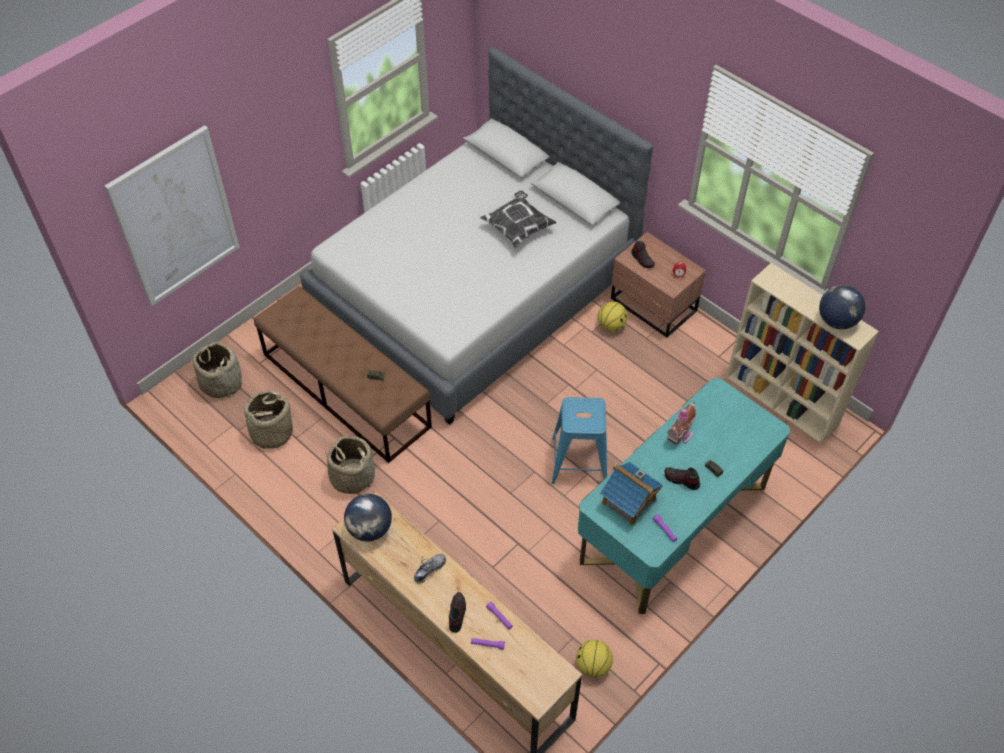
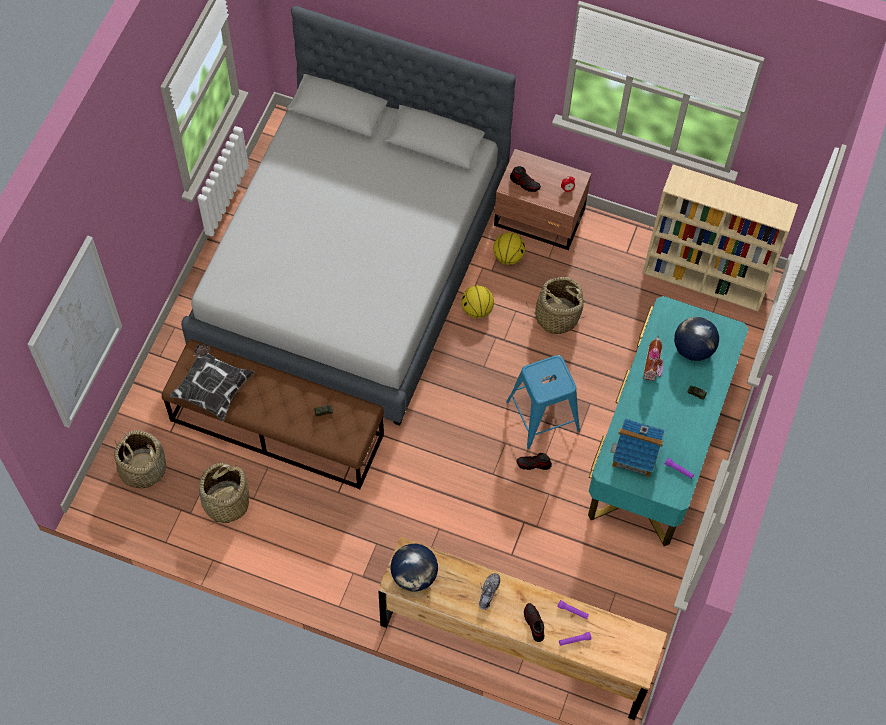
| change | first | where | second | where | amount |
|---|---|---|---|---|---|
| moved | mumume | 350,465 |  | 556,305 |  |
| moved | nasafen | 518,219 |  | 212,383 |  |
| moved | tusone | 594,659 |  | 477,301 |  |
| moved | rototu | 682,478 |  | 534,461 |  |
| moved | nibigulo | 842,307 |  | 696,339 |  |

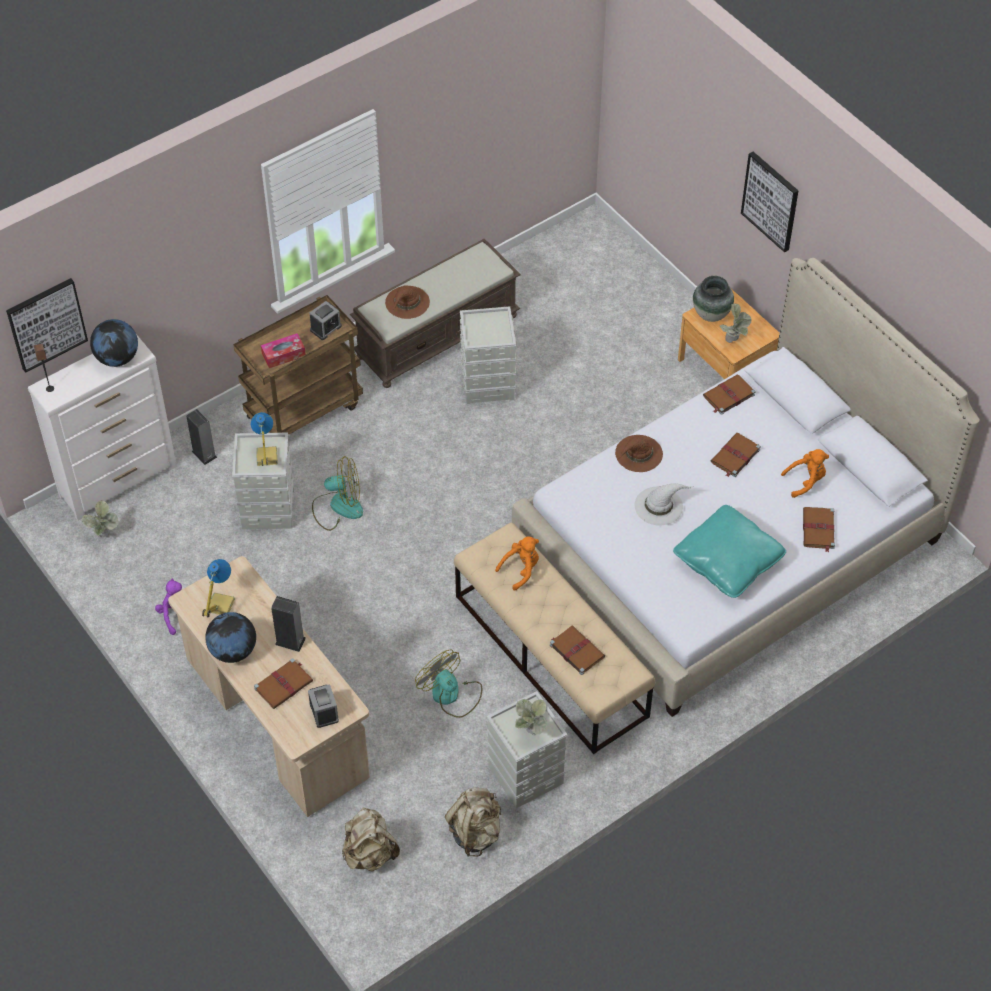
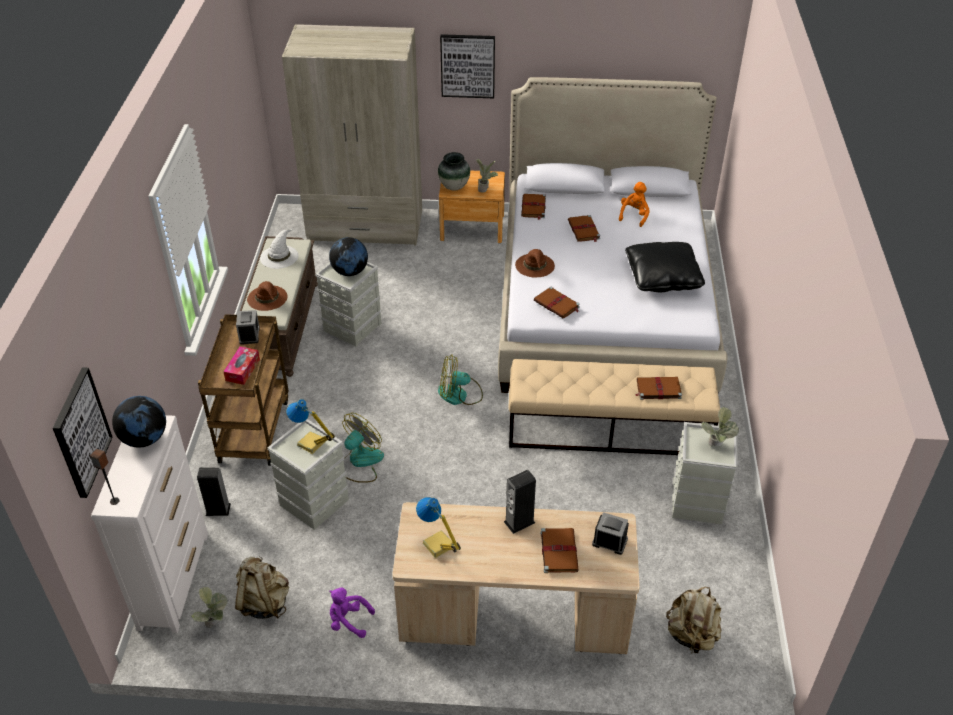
| change | first | where | second | where | amount |
|---|---|---|---|---|---|
| removed | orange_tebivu | 517,563 |  |  |  |
| added |  |  | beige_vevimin | 352,134 |  |
| moved | nibigulo | 230,637 |  | 348,256 |  |
| moved | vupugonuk | 448,684 |  | 460,379 |  |
| moved | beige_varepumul | 473,822 |  | 262,587 |  |
| moved | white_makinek | 664,504 |  | 279,248 |  |
| moved | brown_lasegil | 819,529 |  | 557,302 |  |
| recoloured | turquoise_nasafen | 729,551 | black_nasafen | 665,267 |  |

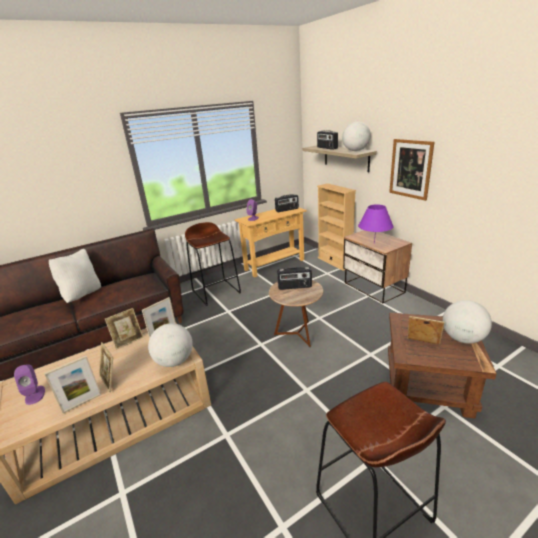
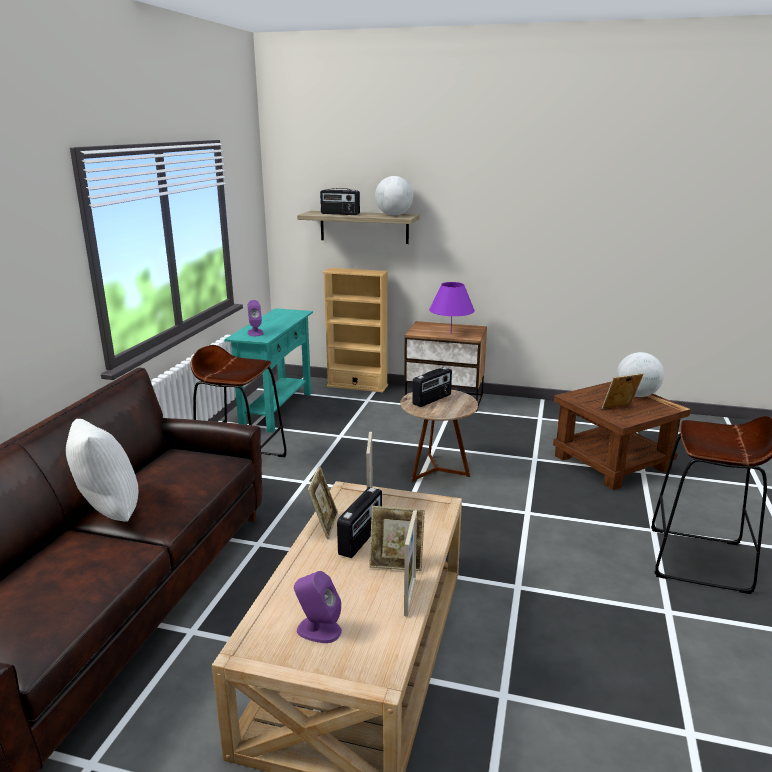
| change | first | where | second | where | amount |
|---|---|---|---|---|---|
| removed | nibigulo | 170,345 |  |  |  |
| removed | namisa | 412,170 |  |  |  |
| moved | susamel | 287,203 |  | 359,522 |  |
| recoloured | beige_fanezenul | 270,243 | turquoise_fanezenul | 268,370 |  |

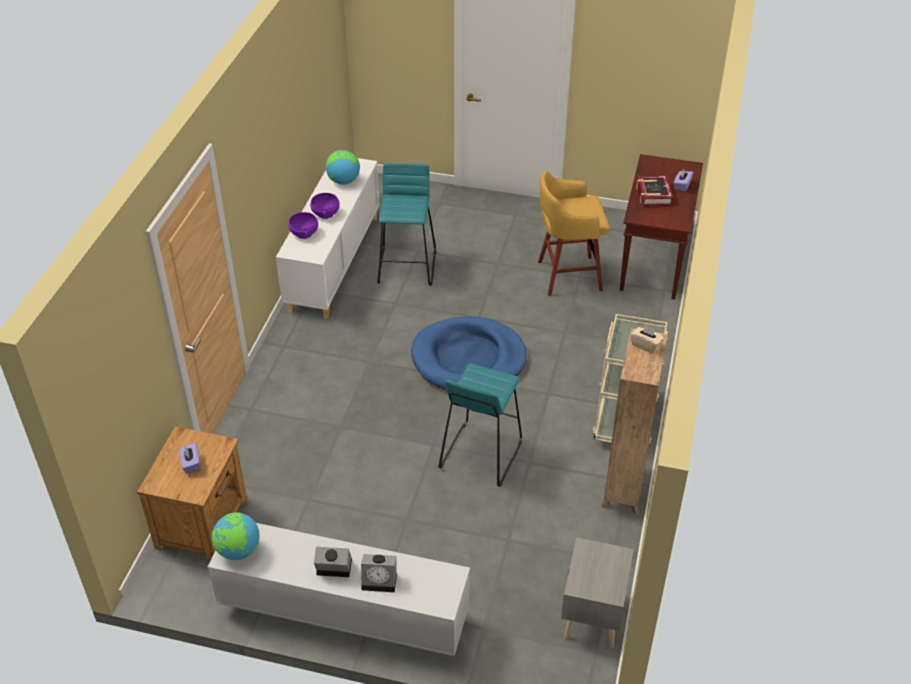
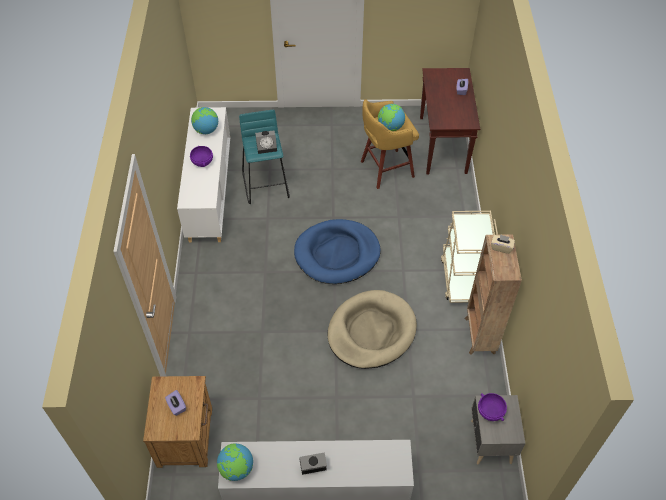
| change | first | where | second | where | amount |
|---|---|---|---|---|---|
| removed | lasegil | 655,191 |  |  |  |
| added |  |  | nibigulo | 391,117 |  |
| moved | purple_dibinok | 303,225 |  | 492,407 |  |
| moved | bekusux | 379,573 |  | 266,142 |  |
| replaced | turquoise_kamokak | 480,425 | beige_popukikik | 372,329 |  |

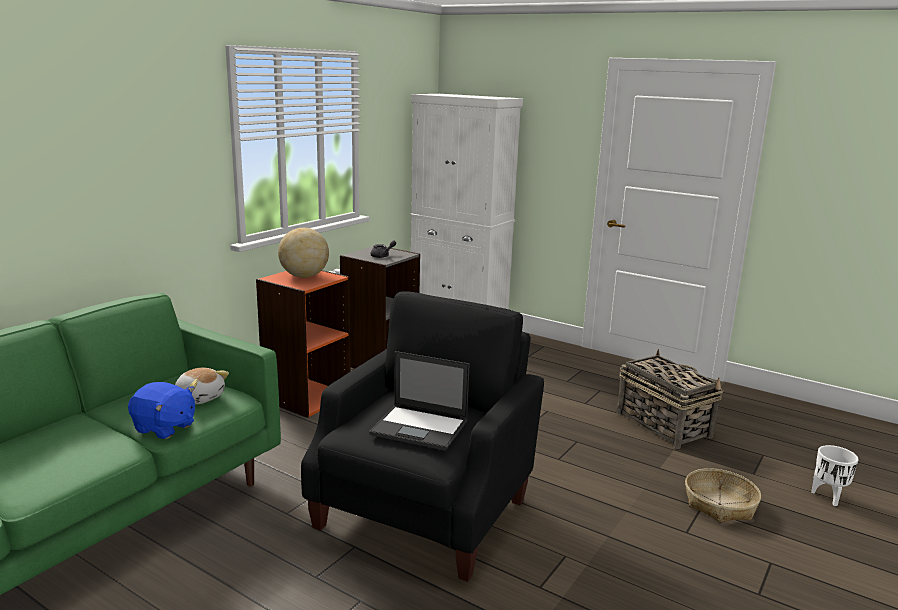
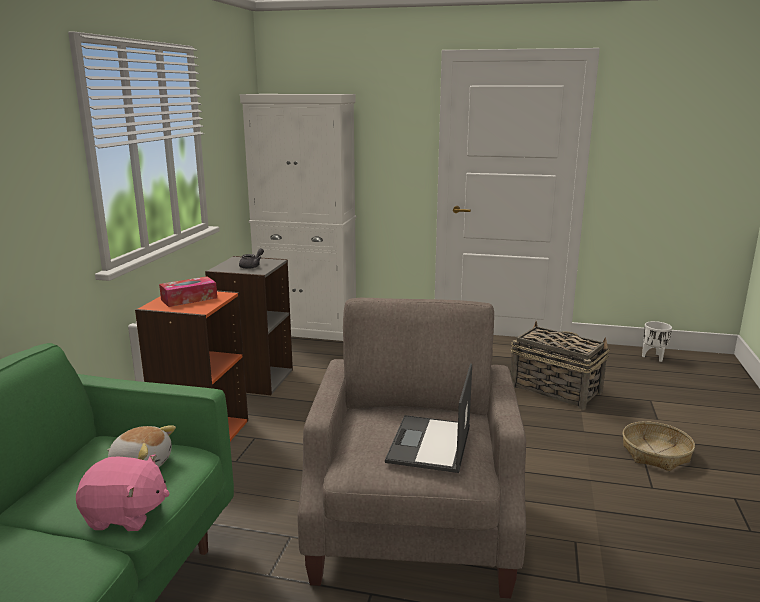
| change | first | where | second | where | amount |
|---|---|---|---|---|---|
| moved | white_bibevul | 835,475 |  | 657,341 |  |
| replaced | nibigulo | 303,253 | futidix | 188,291 |  |
| recoloured | blue_tebivu | 161,410 | pink_tebivu | 123,492 |  |
| recoloured | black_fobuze | 422,436 | beige_fobuze | 411,448 |  |
| turned | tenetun | 419,401 |  | 428,418 | 105 degrees clockwise |

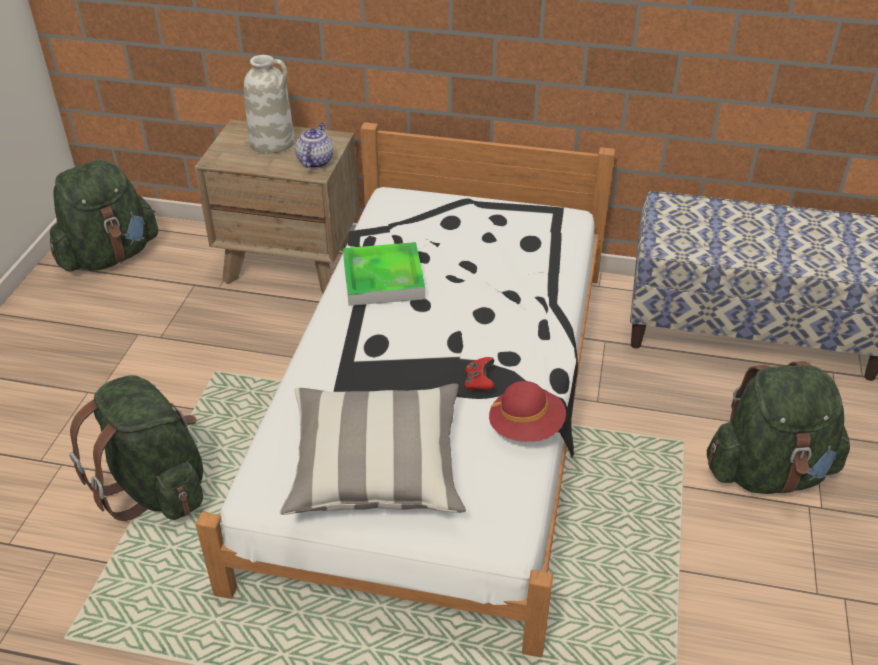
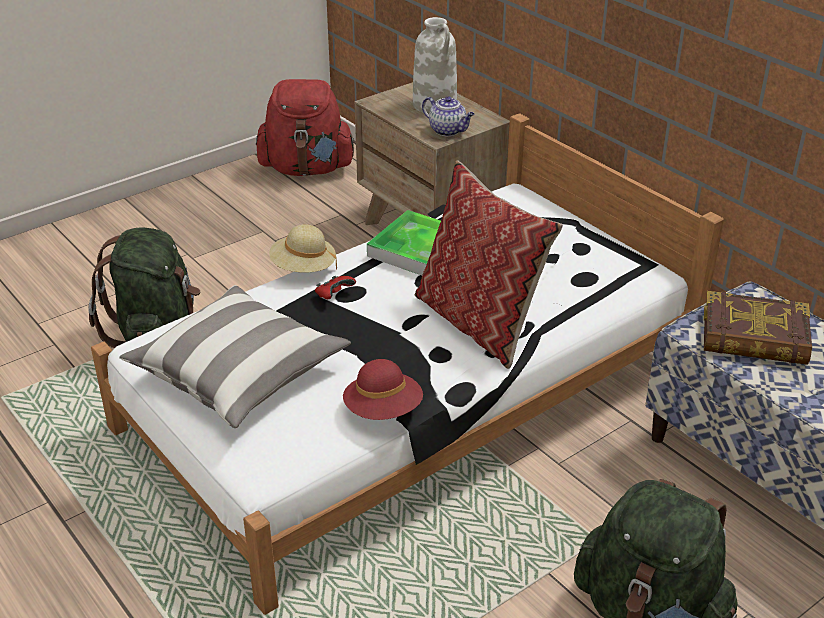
| change | first | where | second | where | amount |
|---|---|---|---|---|---|
| added |  |  | beige_makinek | 303,248 |  |
| added |  |  | nasafen | 489,264 |  |
| added |  |  | lasegil | 758,328 |  |
| moved | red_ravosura | 479,374 |  | 335,287 |  |
| recoloured | green_varepumul | 104,215 | red_varepumul | 306,127 |  |
| turned | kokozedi | 314,145 |  | 448,116 | 75 degrees clockwise |

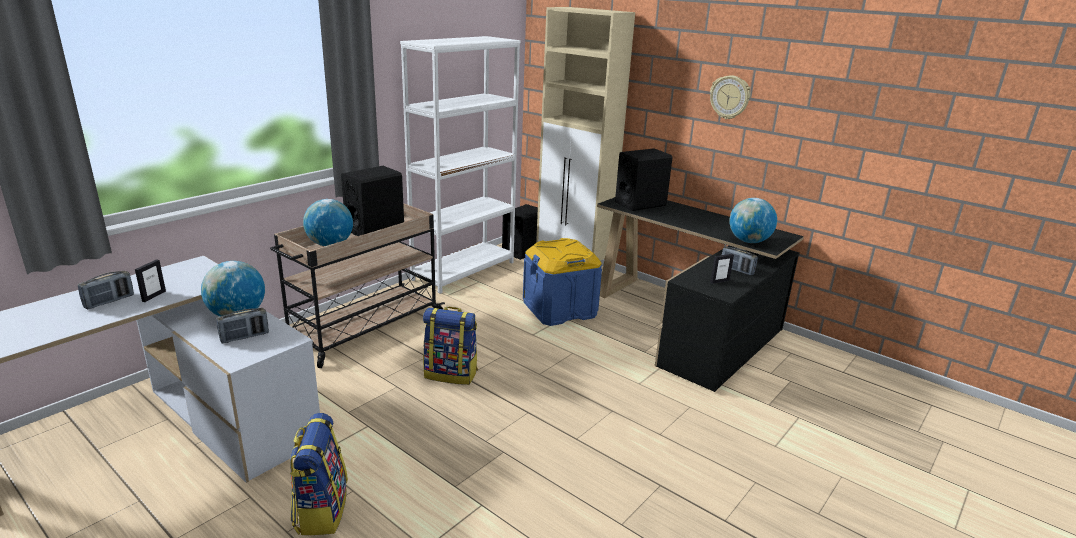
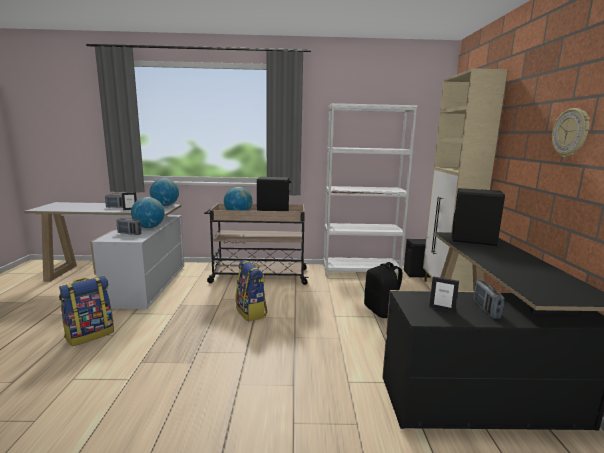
| change | first | where | second | where | amount |
|---|---|---|---|---|---|
| moved | nibigulo | 753,220 |  | 164,192 |  |
| replaced | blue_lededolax | 562,282 | black_varepumul | 383,290 |  |

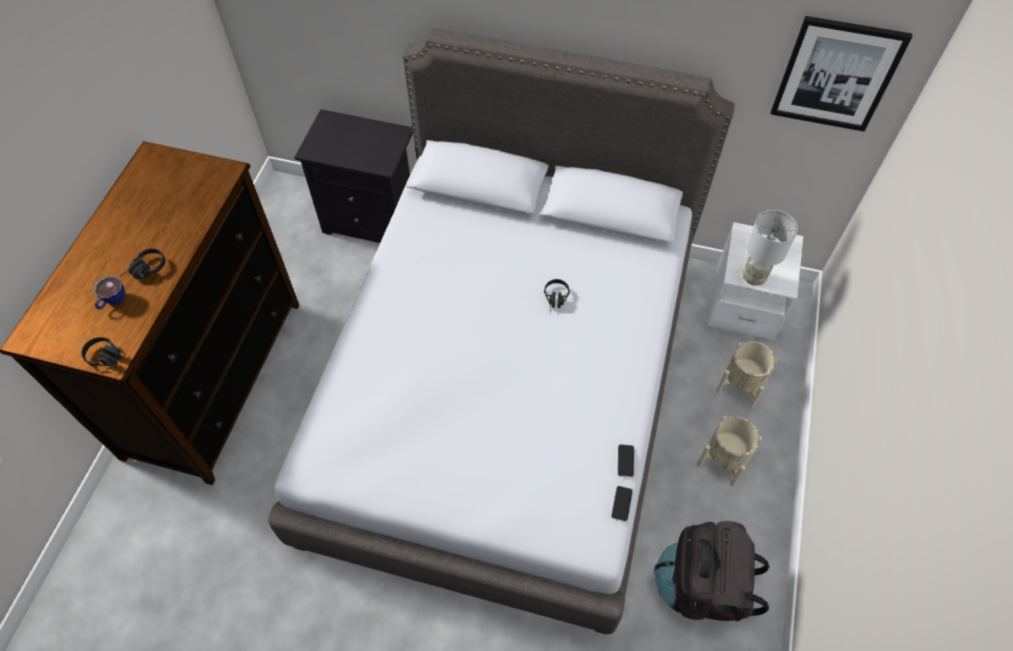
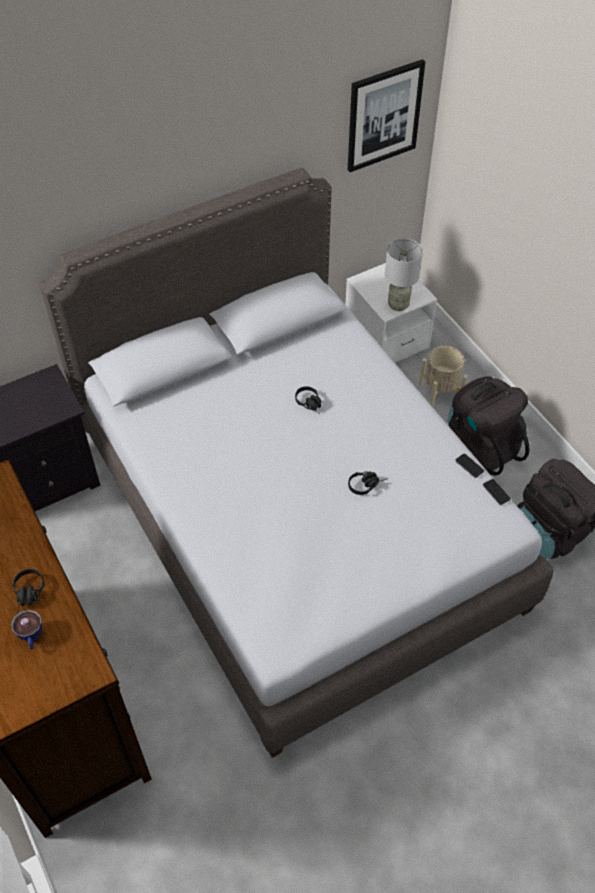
| change | first | where | second | where | amount |
|---|---|---|---|---|---|
| moved | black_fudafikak | 102,352 |  | 367,483 |  |
| replaced | beige_bibevul | 729,451 | black_varepumul | 488,426 |  |

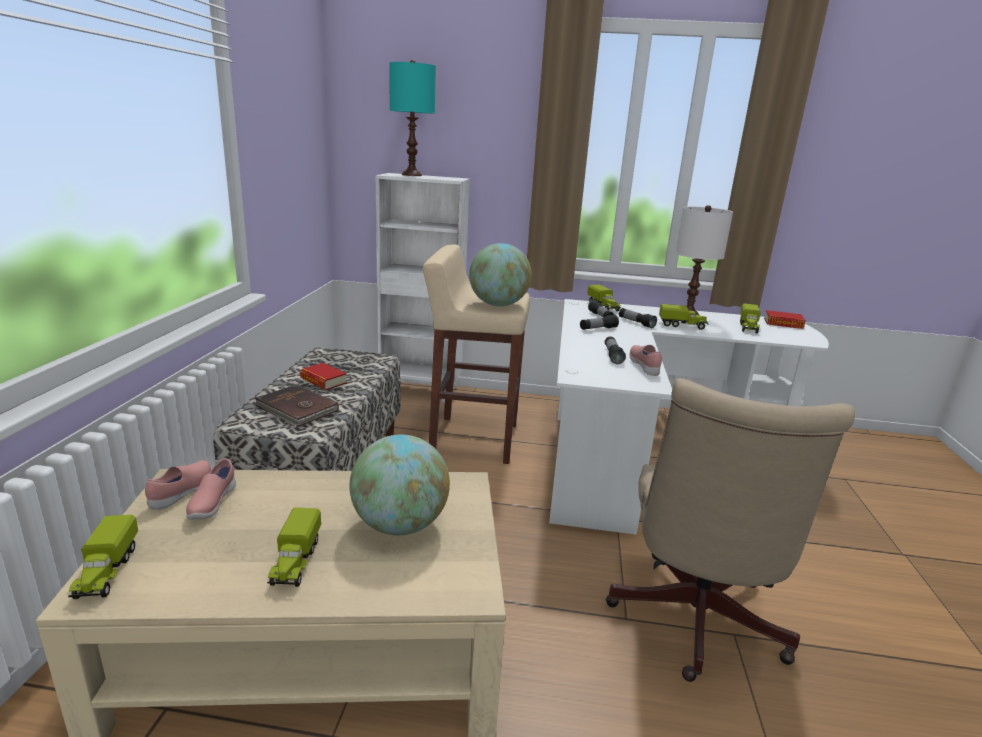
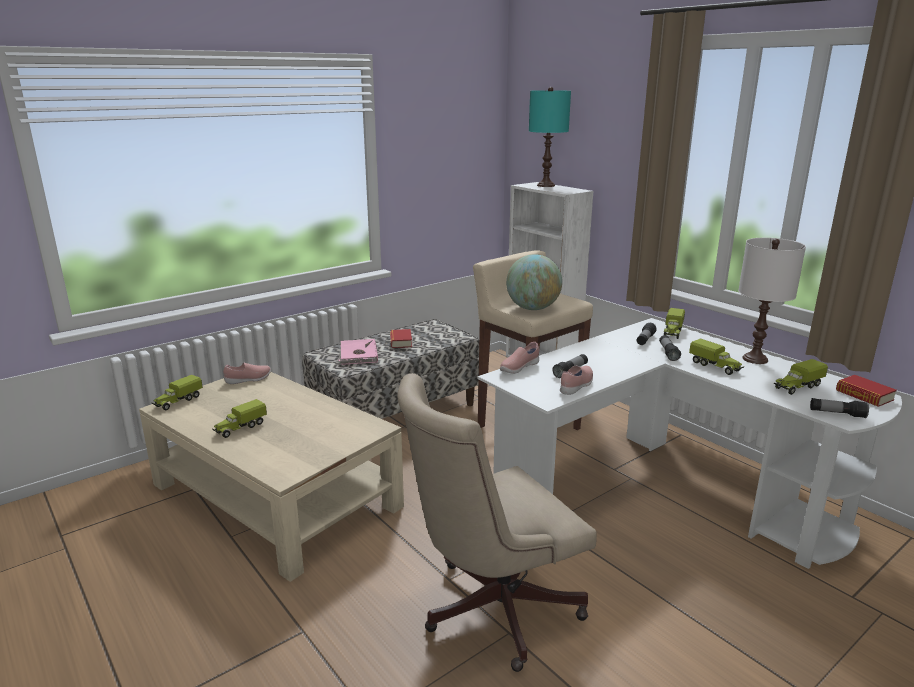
| change | first | where | second | where | amount |
|---|---|---|---|---|---|
| removed | nibigulo | 400,484 |  |  |  |
| moved | pink_rototu | 211,489 |  | 519,358 |  |
| moved | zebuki | 599,322 |  | 839,408 |  |
| recoloured | brown_lasegil | 297,405 | pink_lasegil | 358,352 |  |

